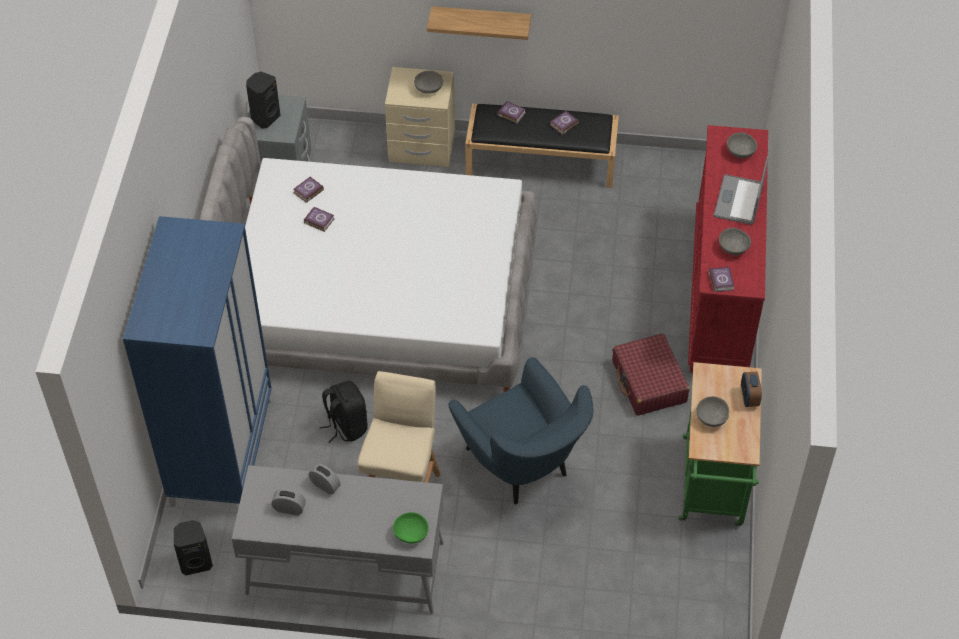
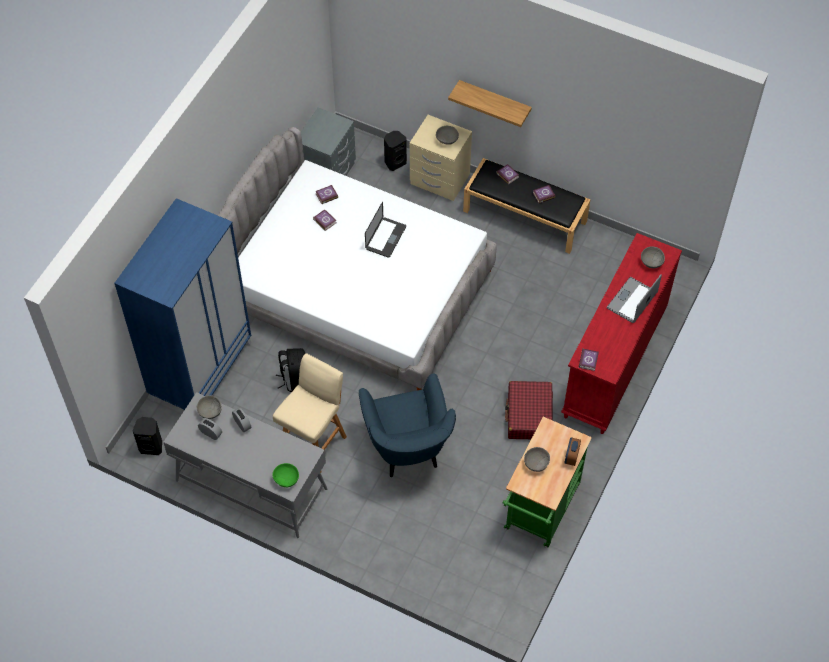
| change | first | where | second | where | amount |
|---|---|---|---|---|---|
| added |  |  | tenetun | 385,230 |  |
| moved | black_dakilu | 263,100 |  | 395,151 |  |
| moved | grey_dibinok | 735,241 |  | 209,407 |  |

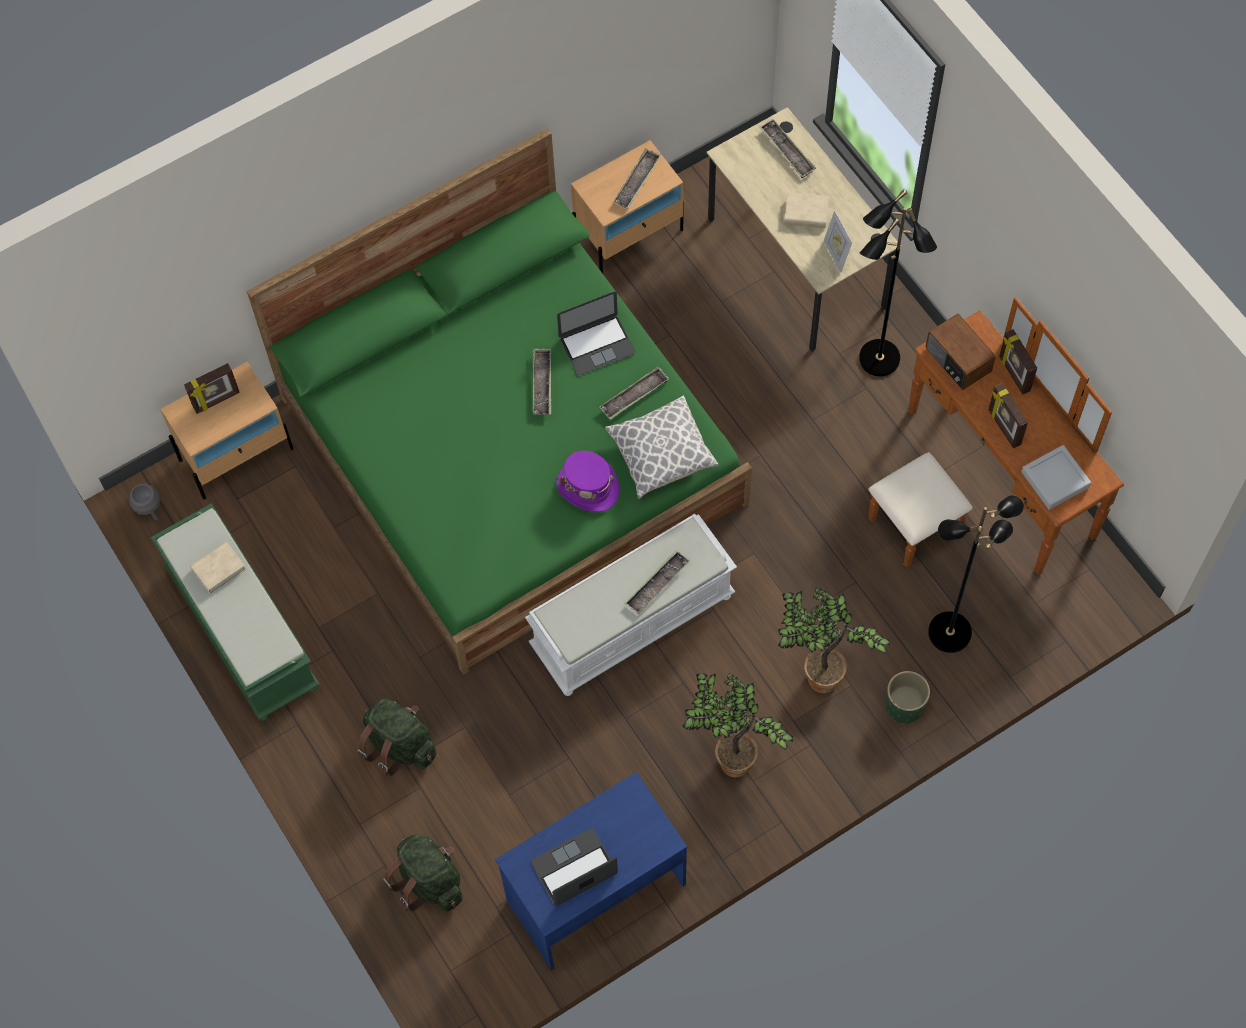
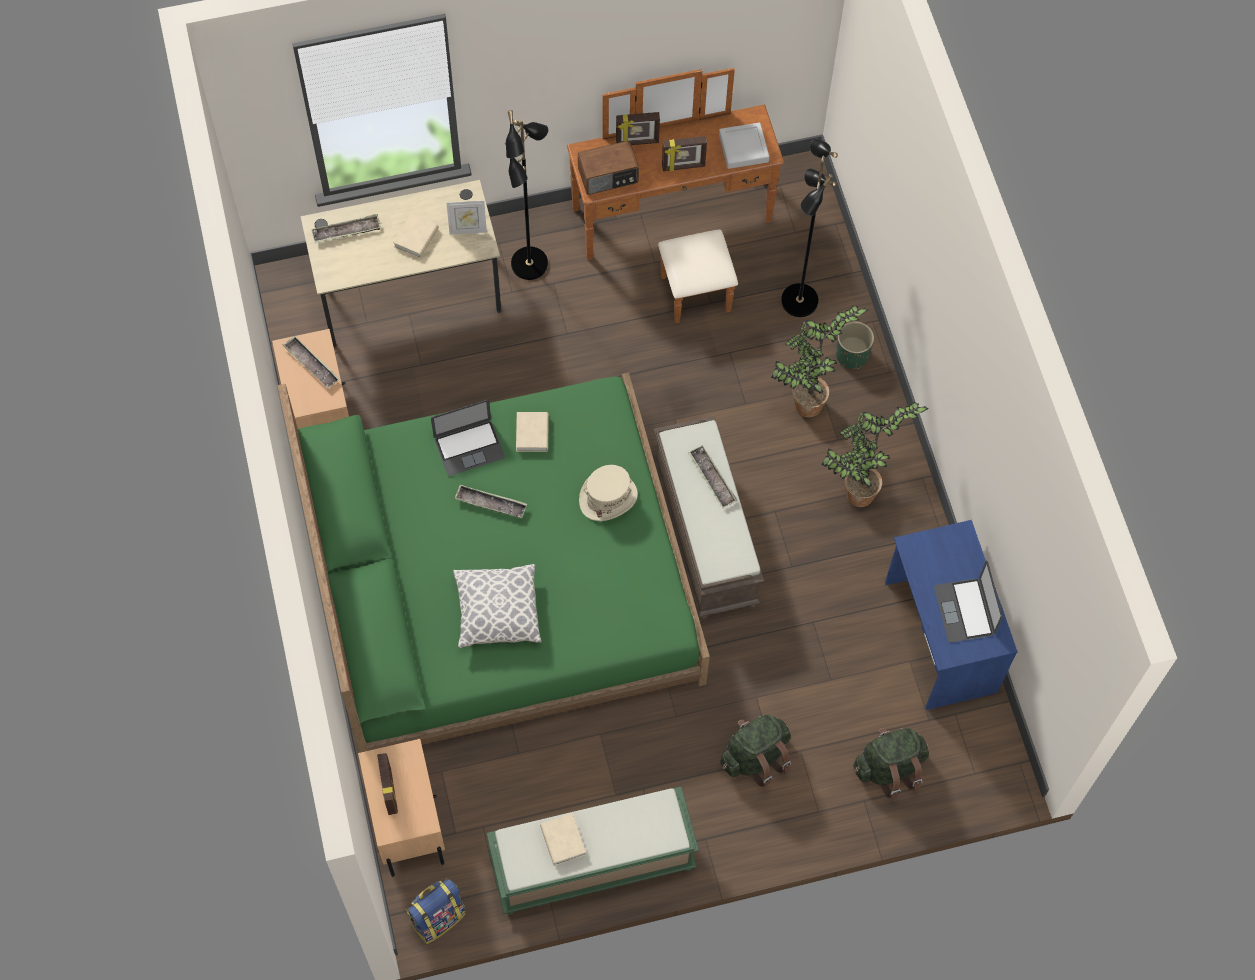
| change | first | where | second | where | amount |
|---|---|---|---|---|---|
| moved | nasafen | 661,447 |  | 497,606 |  |
| replaced | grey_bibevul | 144,502 | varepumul | 436,911 |  |
| replaced | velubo | 634,393 | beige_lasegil | 532,432 |  |
| recoloured | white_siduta | 631,605 | brown_siduta | 708,517 |  |
| recoloured | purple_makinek | 588,481 | beige_makinek | 608,493 |  |
| turned | tenetun | 596,333 |  | 468,438 | 75 degrees clockwise |

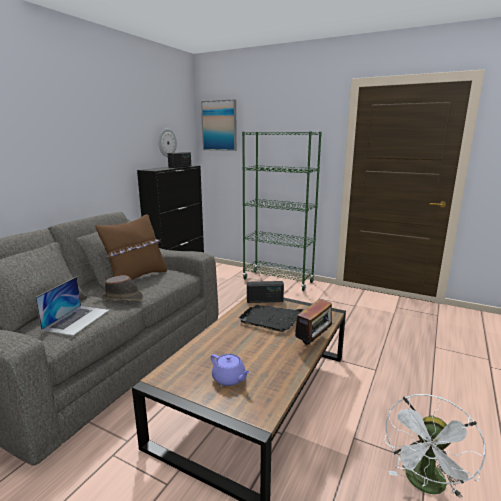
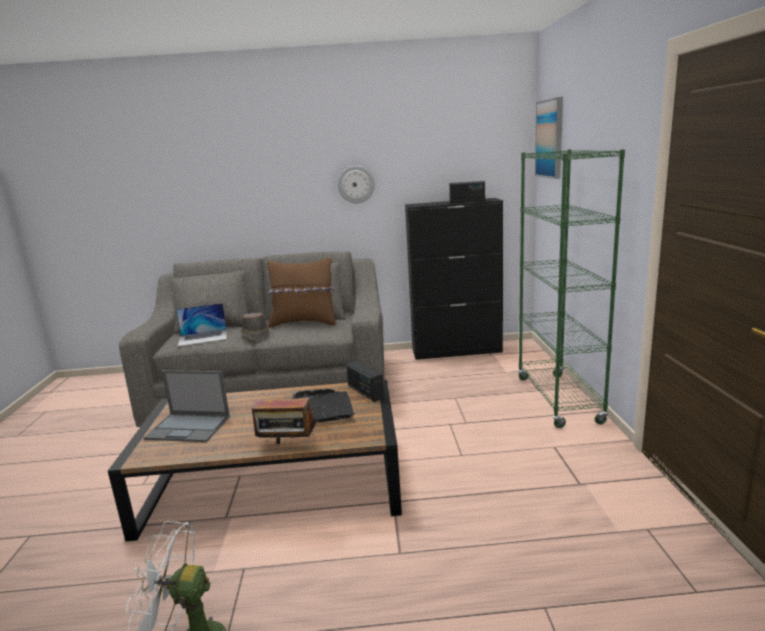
| change | first | where | second | where | amount |
|---|---|---|---|---|---|
| moved | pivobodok | 167,143 |  | 356,184 |  |
| replaced | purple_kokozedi | 230,370 | tenetun | 186,406 |  |

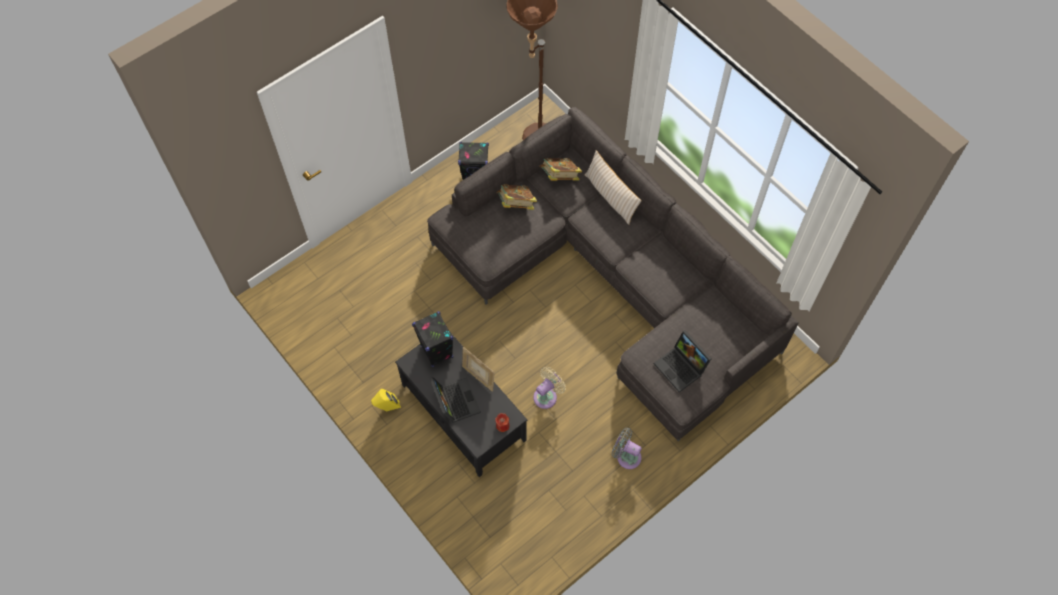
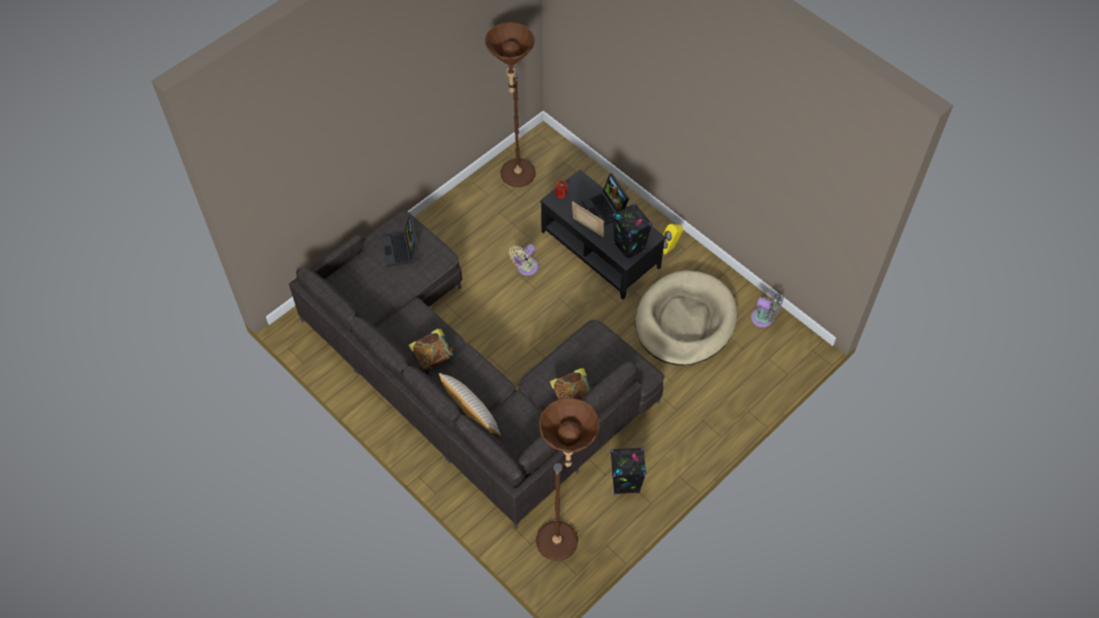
| change | first | where | second | where | amount |
|---|---|---|---|---|---|
| added |  |  | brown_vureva | 510,104 |  |
| added |  |  | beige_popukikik | 686,318 |  |
| moved | lasegil | 561,169 |  | 431,349 |  |
| moved | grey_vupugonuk | 627,448 |  | 767,310 |  |
| turned | tenetun | 683,361 |  | 399,241 | 150 degrees counterclockwise |

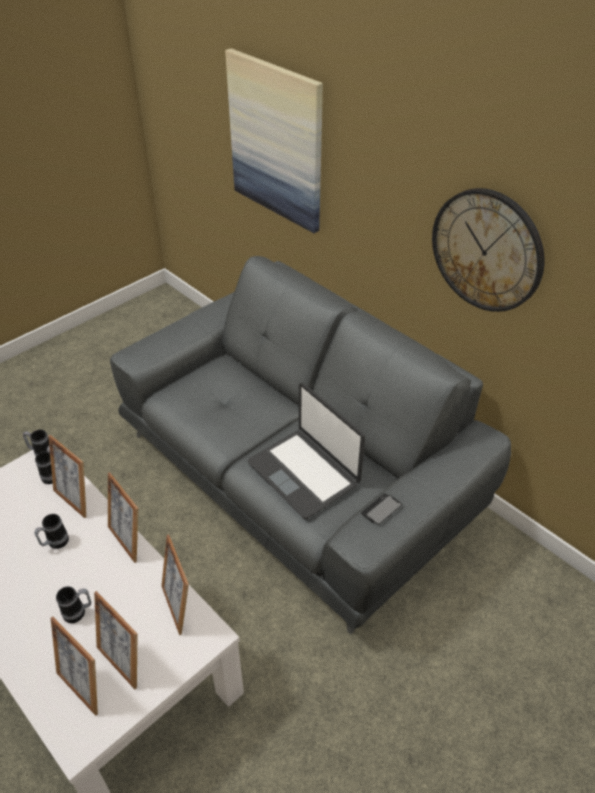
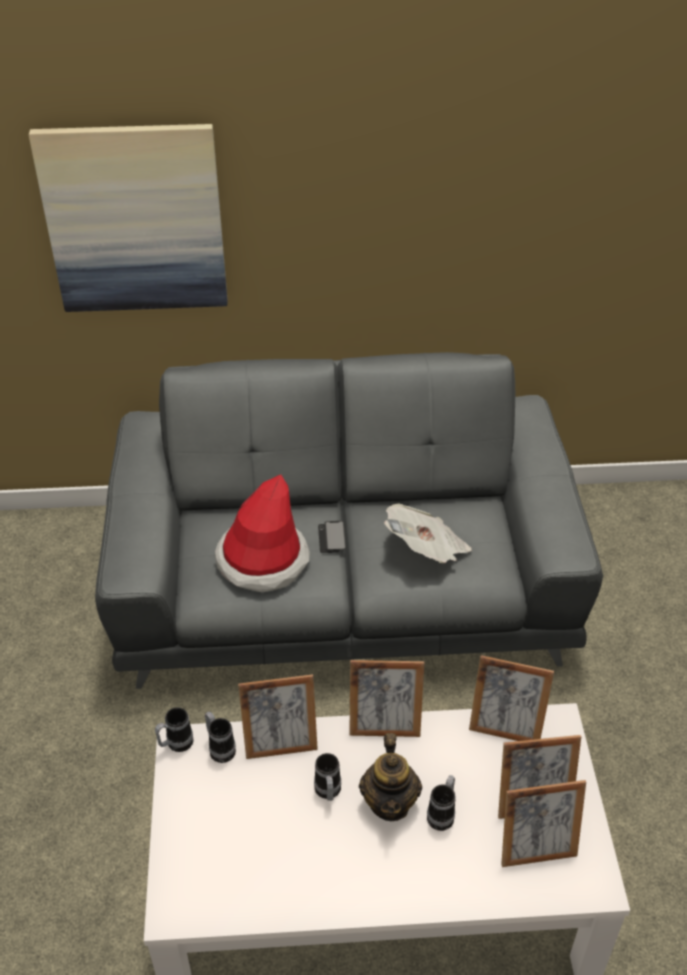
| change | first | where | second | where | amount |
|---|---|---|---|---|---|
| removed | pivobodok | 488,250 |  |  |  |
| added |  |  | makinek | 262,533 |  |
| added |  |  | kokozedi | 390,777 |  |
| moved | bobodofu | 381,509 |  | 332,537 |  |
| replaced | tenetun | 306,451 | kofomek | 427,533 |  |

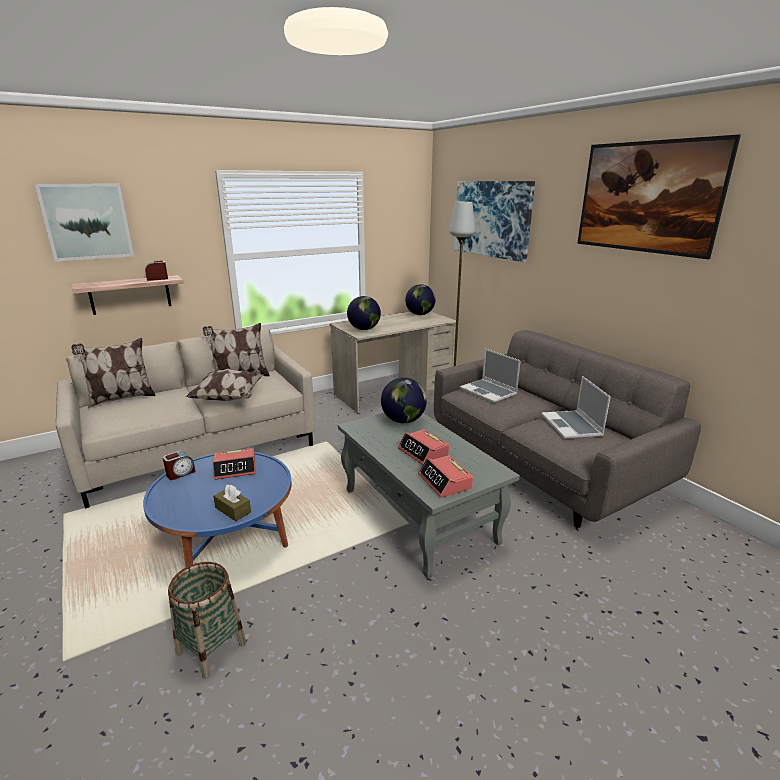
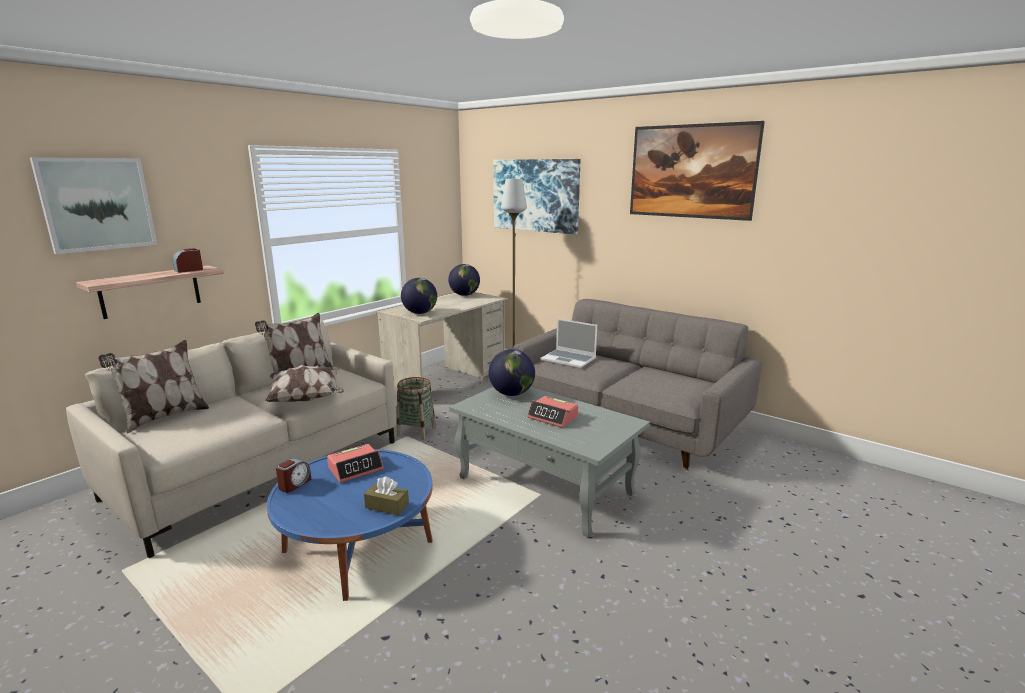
| change | first | where | second | where | amount |
|---|---|---|---|---|---|
| removed | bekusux | 445,477 |  |  |  |
| removed | tenetun | 576,407 |  |  |  |
| moved | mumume | 207,620 |  | 416,408 |  |

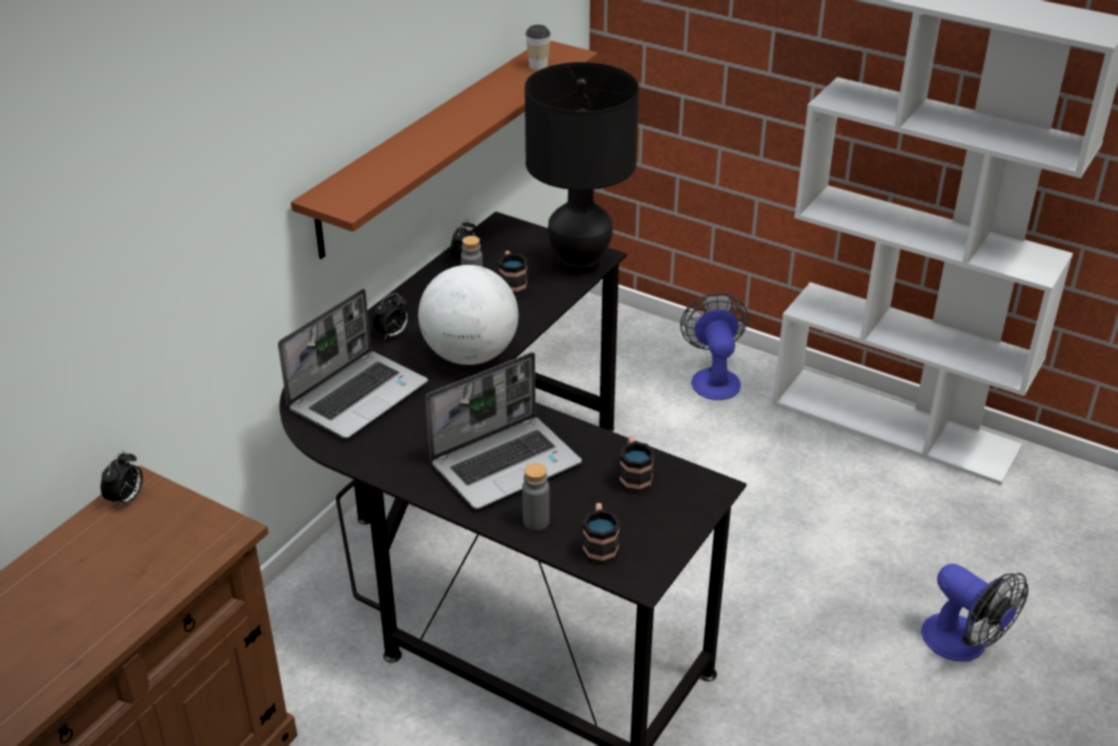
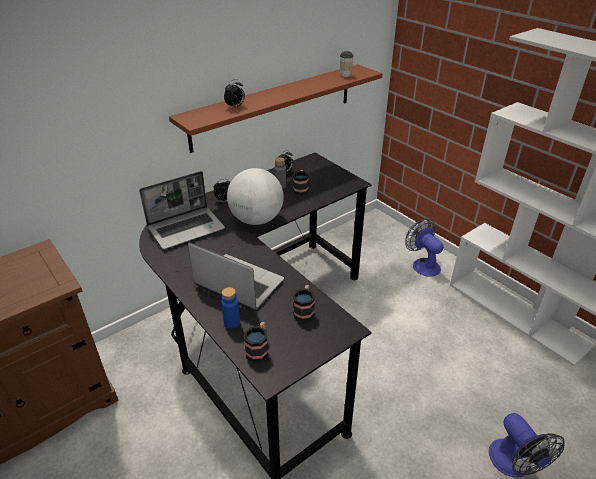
| change | first | where | second | where | amount |
|---|---|---|---|---|---|
| removed | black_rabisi | 582,168 |  |  |  |
| moved | bekusux | 122,479 |  | 234,94 |  |
| recoloured | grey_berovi | 536,496 | blue_berovi | 230,308 |  |
| turned | tenetun | 504,430 |  | 236,276 | 135 degrees counterclockwise |
| turned | vupugonuk | 714,346 |  | 424,248 | 45 degrees counterclockwise |

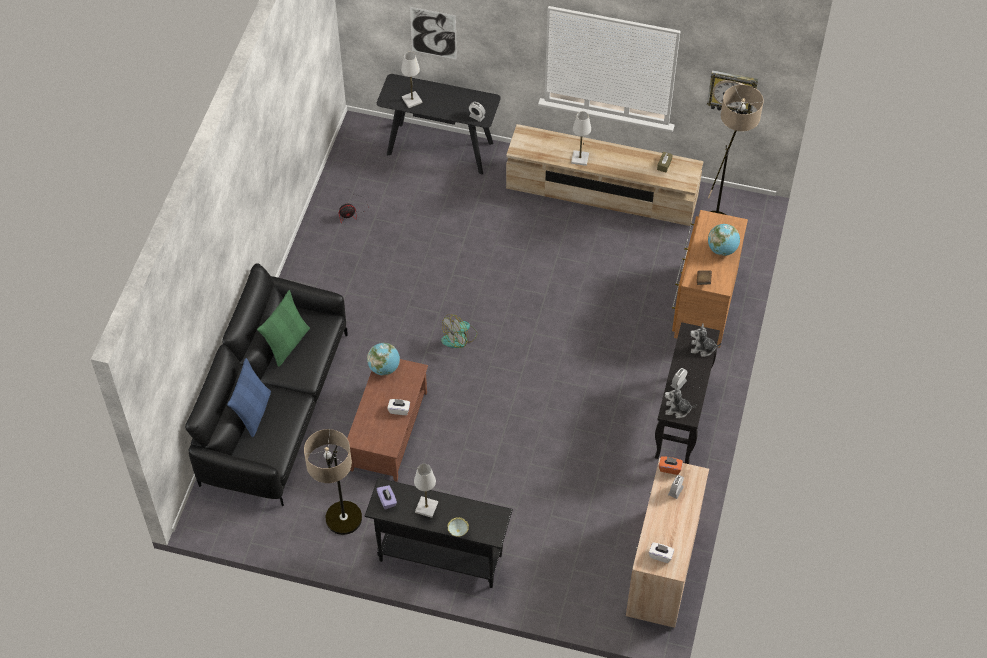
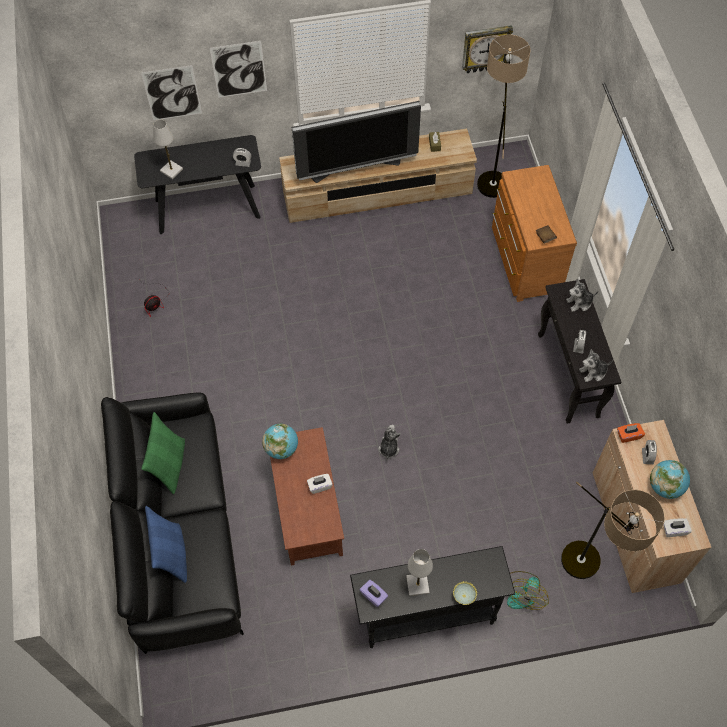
| change | first | where | second | where | amount |
|---|---|---|---|---|---|
| added |  |  | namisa | 238,69 |  |
| added |  |  | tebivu | 390,442 |  |
| moved | vureva | 333,482 |  | 613,530 |  |
| moved | vupugonuk | 459,331 |  | 528,590 |  |
| moved | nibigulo | 724,240 |  | 670,479 |  |
| replaced | white_rabisi | 581,138 | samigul | 356,142 |  |

